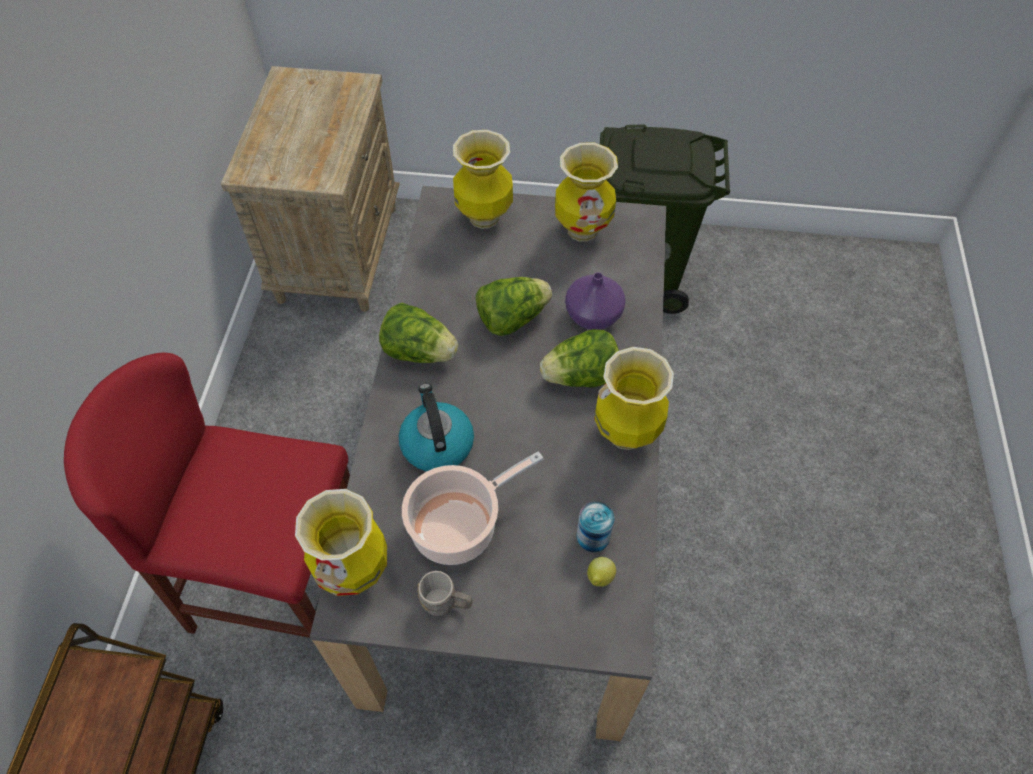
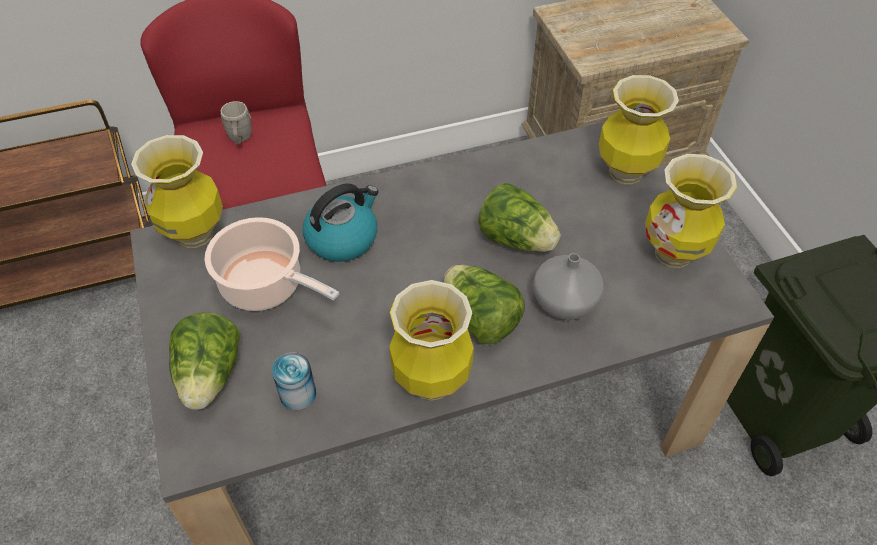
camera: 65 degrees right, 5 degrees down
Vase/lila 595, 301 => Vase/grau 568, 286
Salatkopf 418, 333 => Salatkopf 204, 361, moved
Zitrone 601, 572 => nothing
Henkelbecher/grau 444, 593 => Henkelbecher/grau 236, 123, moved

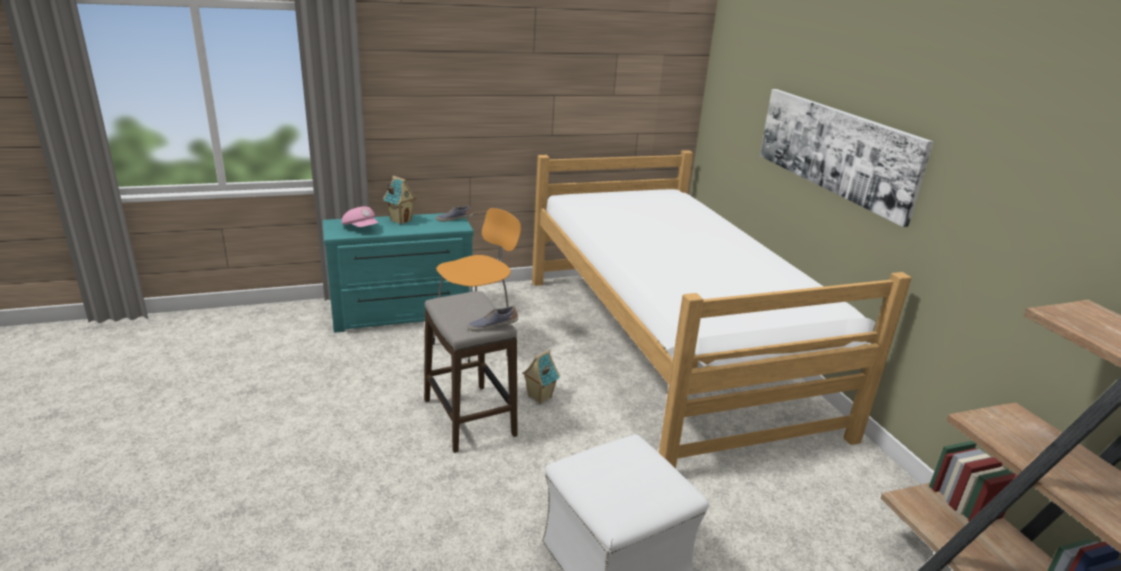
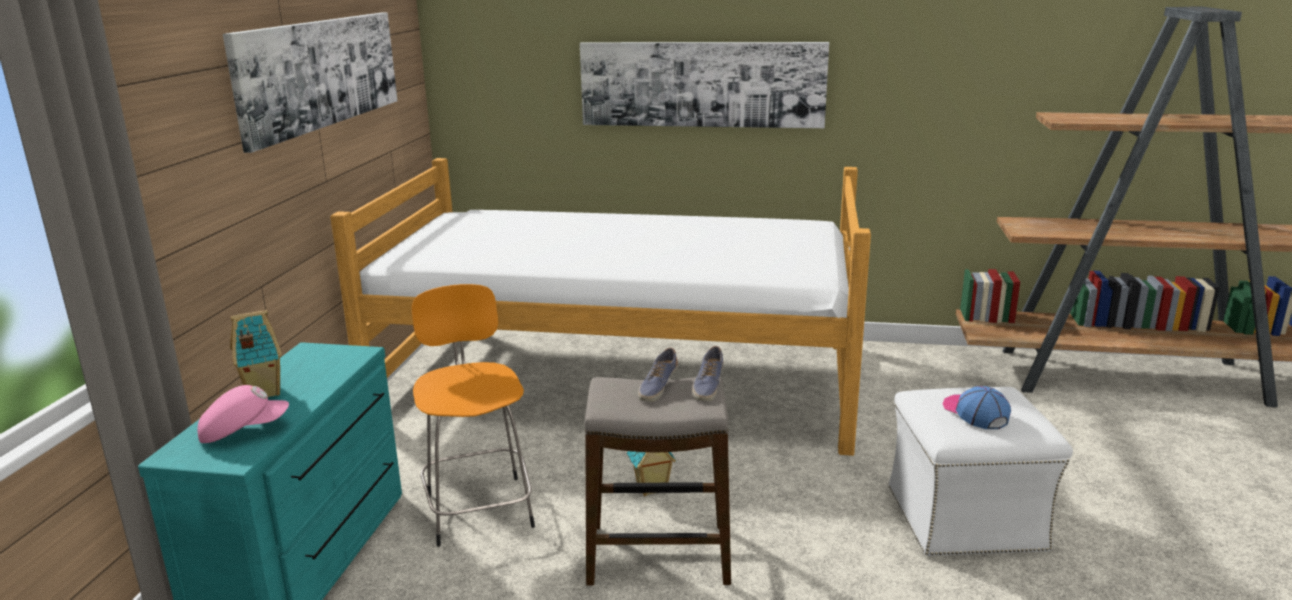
camera: 60 degrees left, 5 degrees down
Schuh 454, 213 => Schuh 658, 375, moved
nothing => Bild 310, 83
nothing => Kappe 977, 407

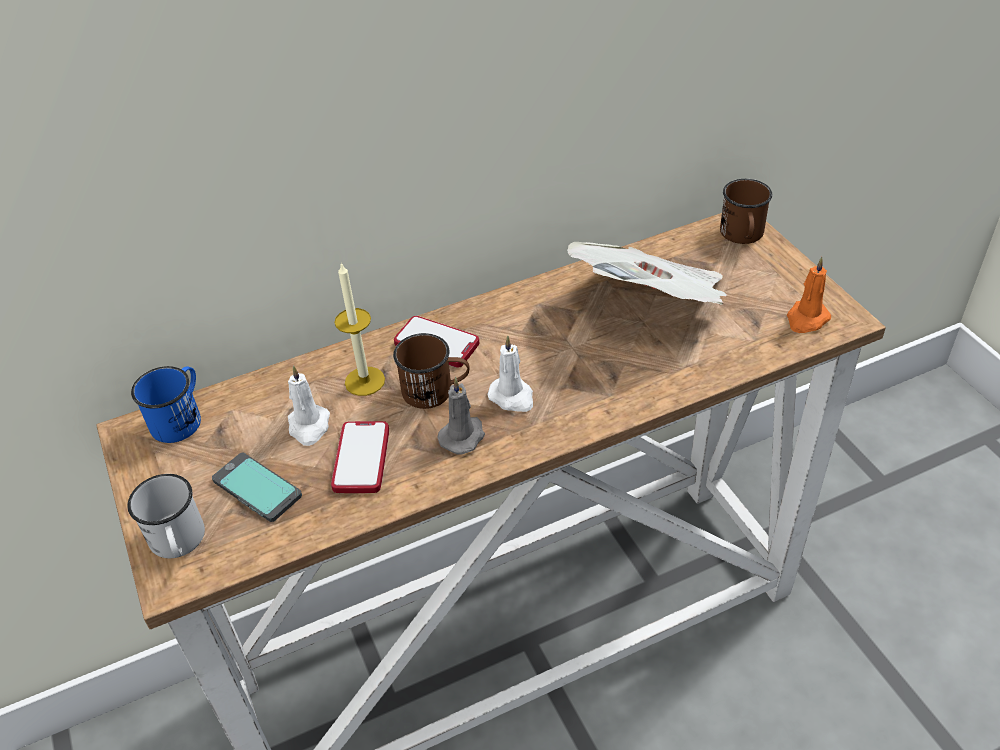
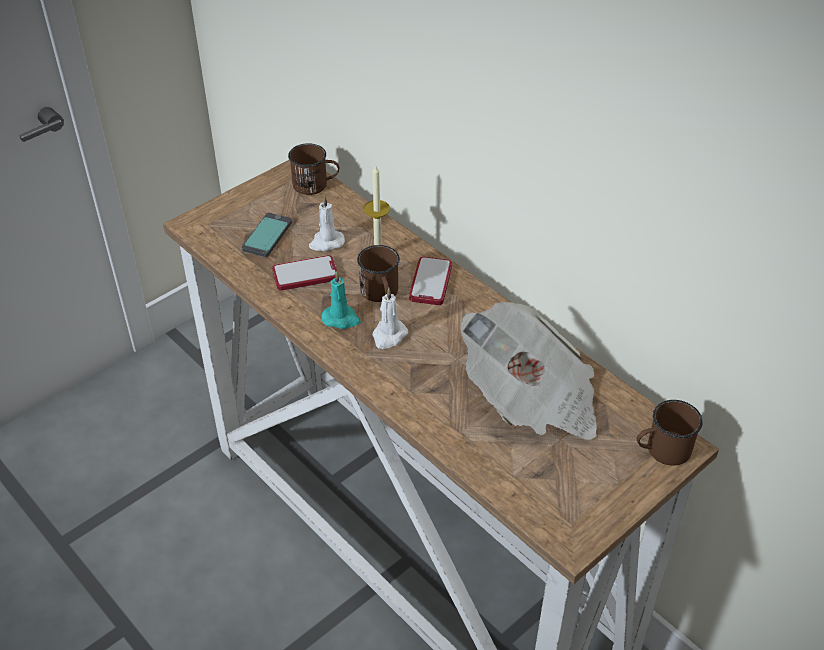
camera: 70 degrees right, 0 degrees up
Kerze/orange 809, 295 => nothing
Henkelbecher/blau 166, 404 => Henkelbecher/braun 313, 169
Kerze/grau 461, 415 => Kerze/türkis 341, 300
Henkelbecher/weiß 166, 516 => nothing

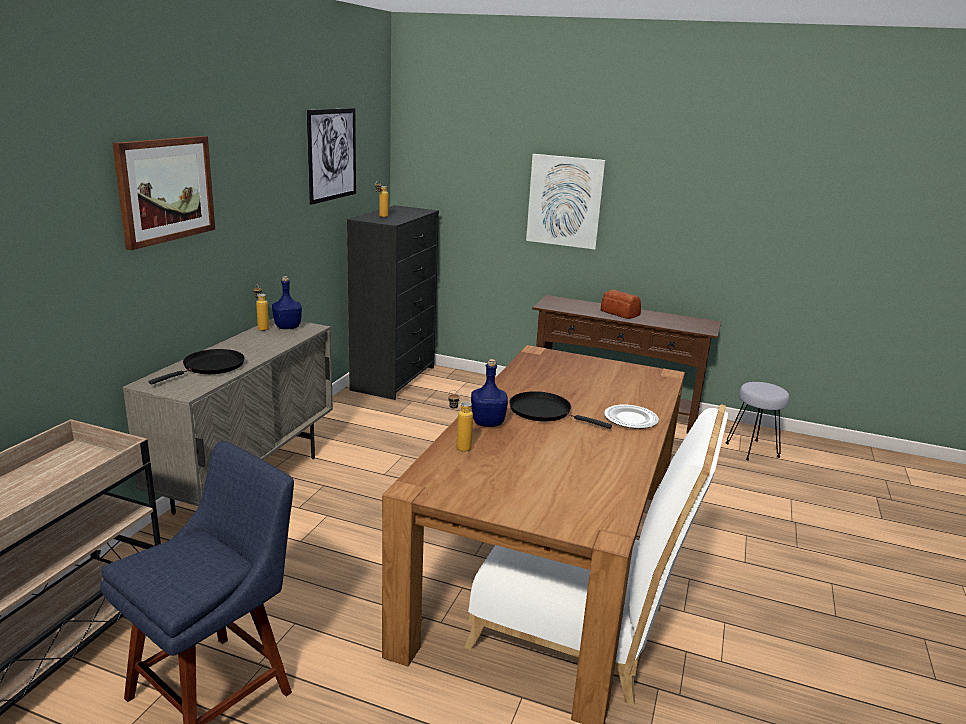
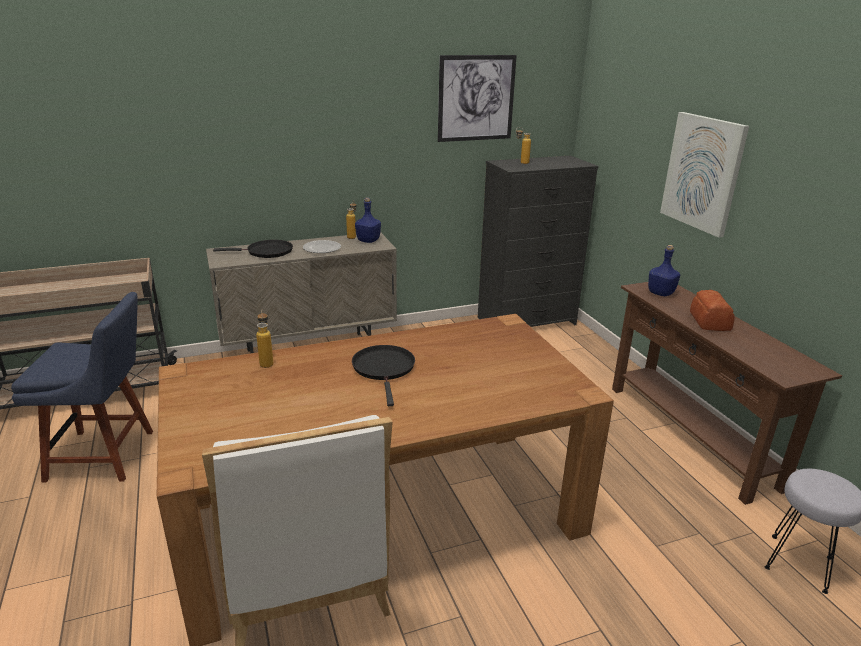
camera: 50 degrees right, 5 degrees up
Bild 163, 193 => nothing
Flasche/blau 489, 393 => Flasche/blau 664, 270, moved
Teller 631, 416 => Teller 322, 246, moved

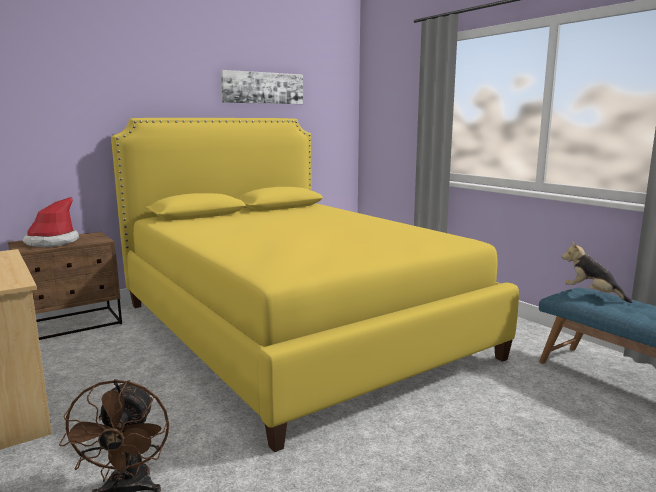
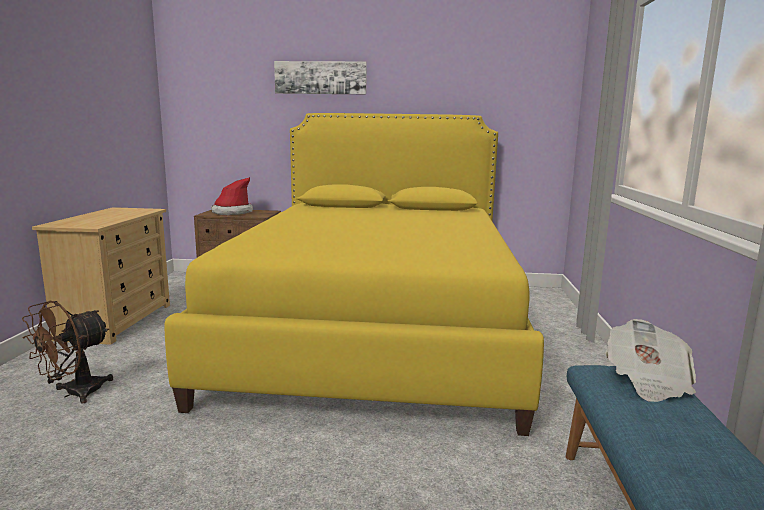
camera: 40 degrees right, 0 degrees up
Bild 262, 87 => Bild 320, 77, moved
Plüschtier 597, 272 => Zeitung 651, 360

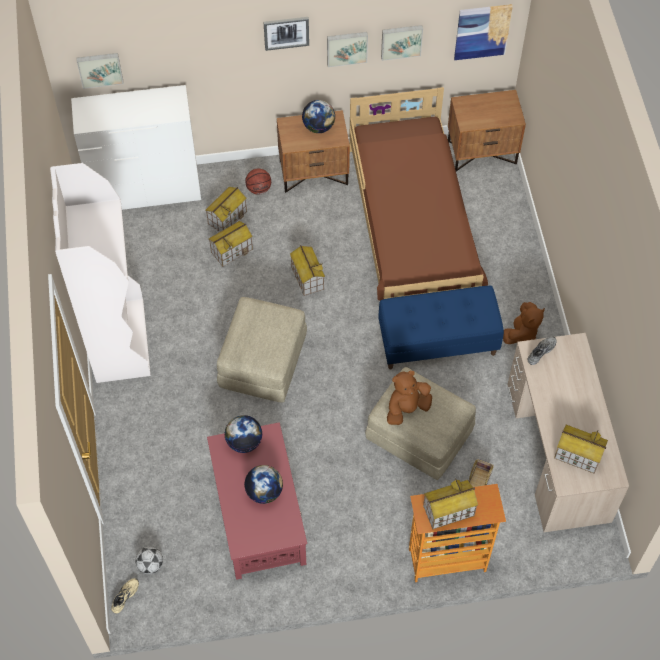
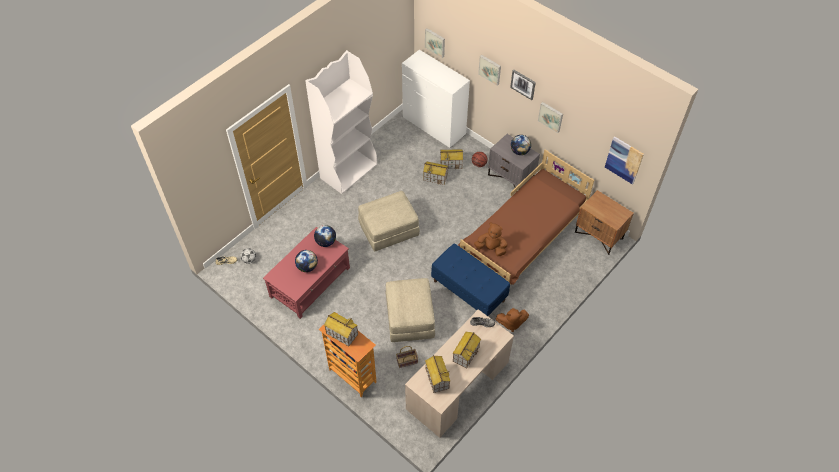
camera: 50 degrees right, 5 degrees down
Bild 402, 43 => Bild 489, 70, moved
Nachttisch/braun 313, 151 => Nachttisch/grau 514, 163
Spielzeughaus 307, 270 => Spielzeughaus 467, 350, moved
Plüschtier/braun 409, 398 => Plüschtier/braun 491, 239, moved

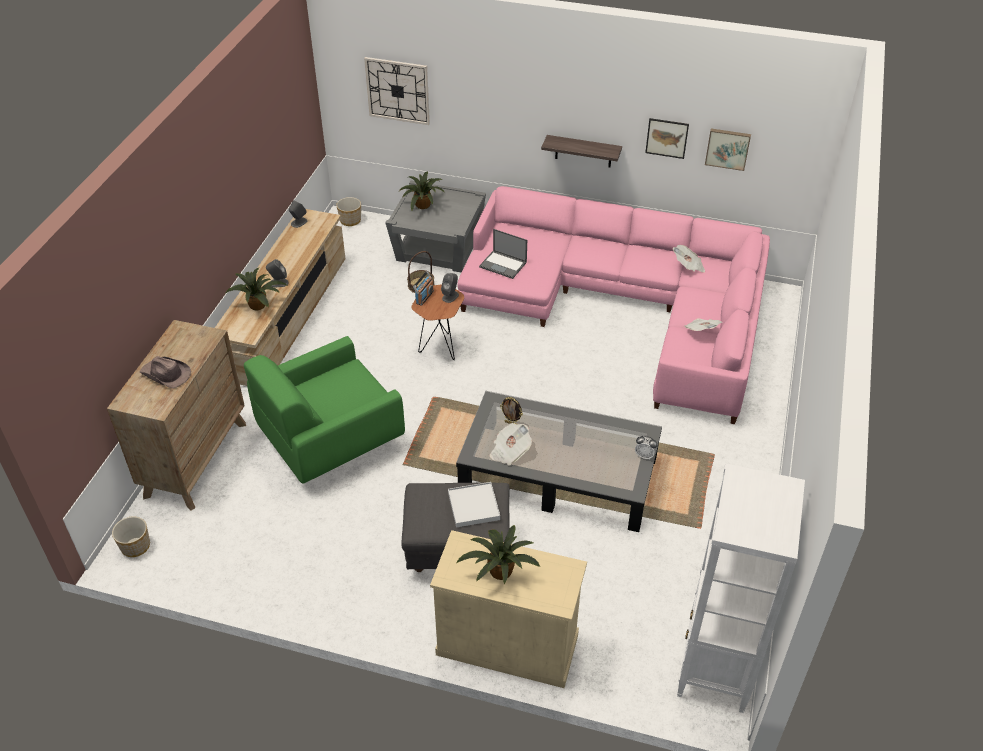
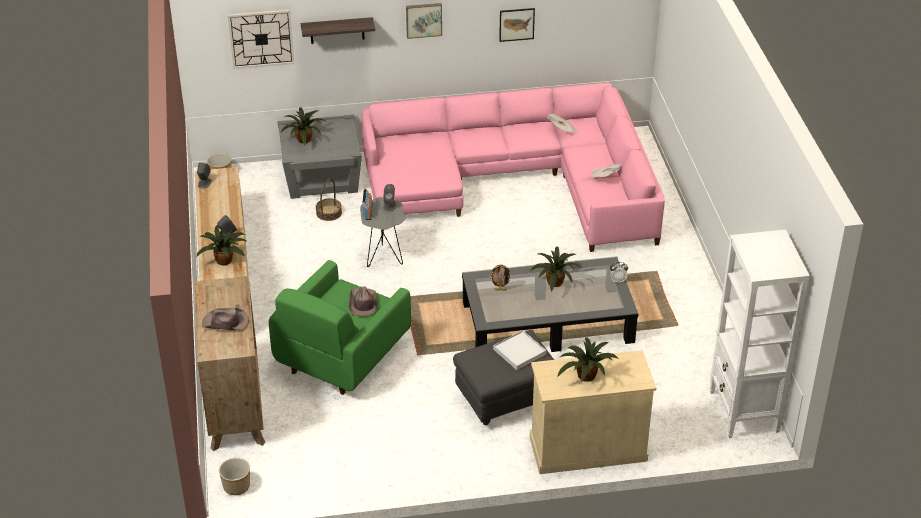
camera: 25 degrees left, 5 degrees down
Bild 728, 150 => Bild 424, 21, moved
Wandregal 581, 151 => Wandregal 338, 30, moved
Laptop 503, 254 => nothing
Beistelltisch/braun 438, 322 => Beistelltisch/grau 382, 232
Zeitung 510, 444 => nothing
nothing => Topfpflanze 555, 269
nothing => Hut/braun 363, 302

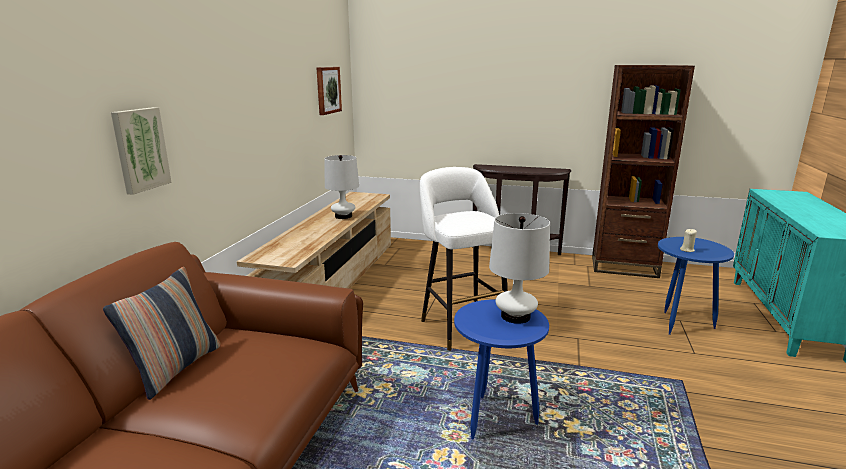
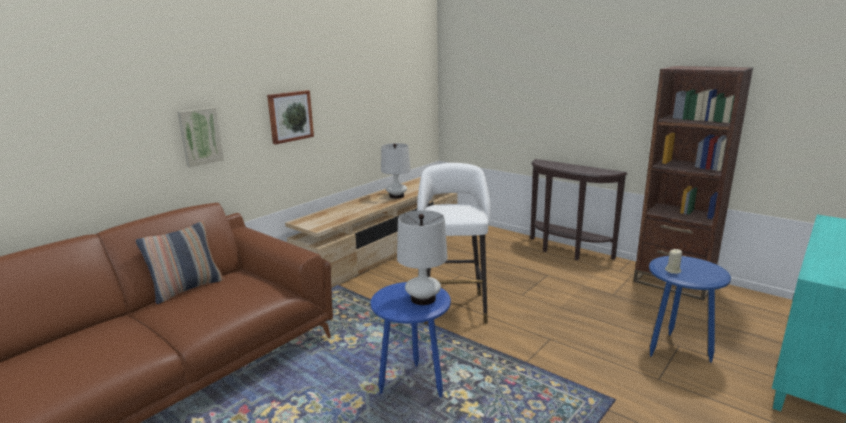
camera: 25 degrees right, 0 degrees up
Bild 329, 91 => Bild 290, 117, moved

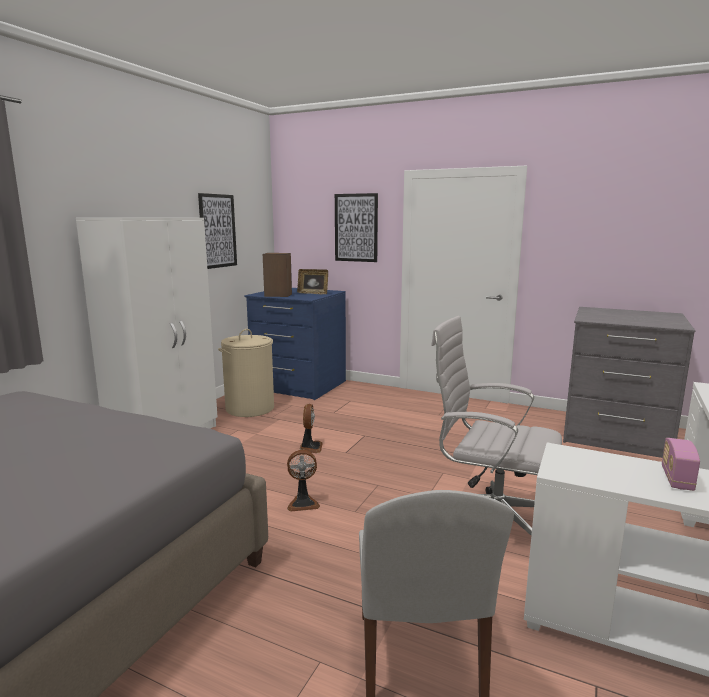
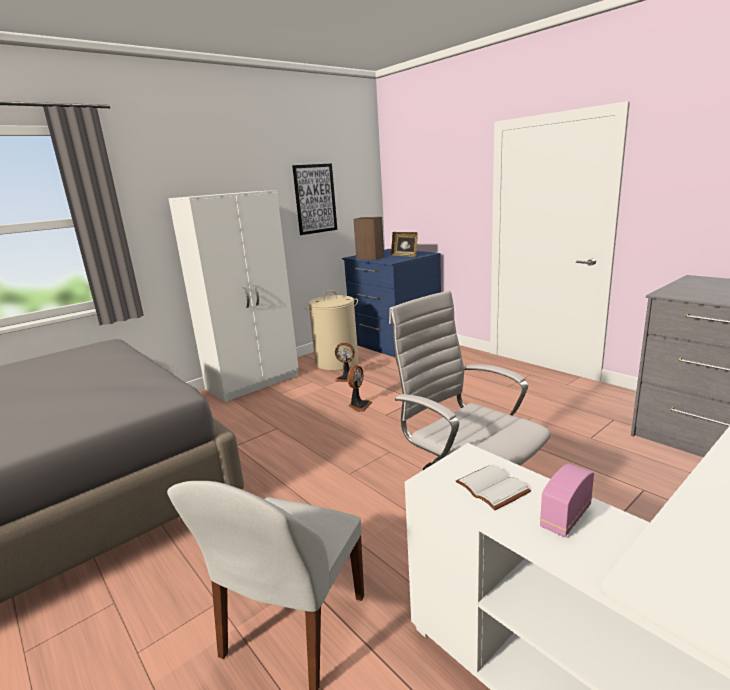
camera: 25 degrees right, 5 degrees up
Bild 356, 227 => nothing
Ventilator 303, 481 => Ventilator 345, 362, moved
nothing => Buch/weiß 493, 487

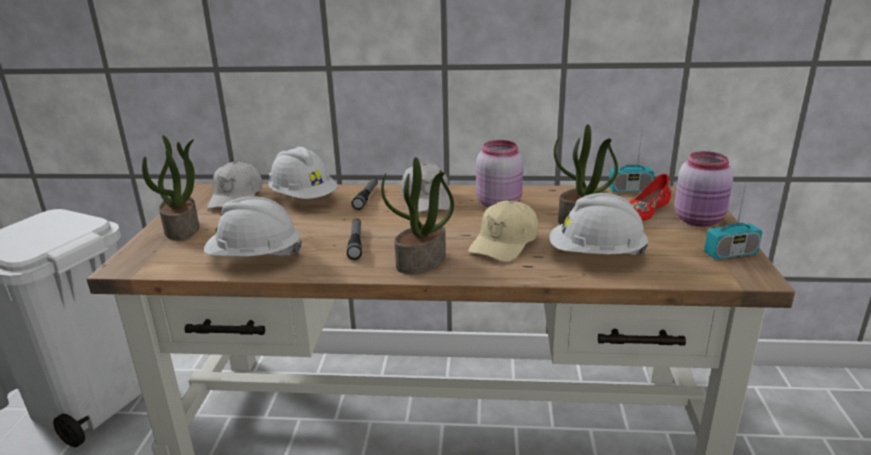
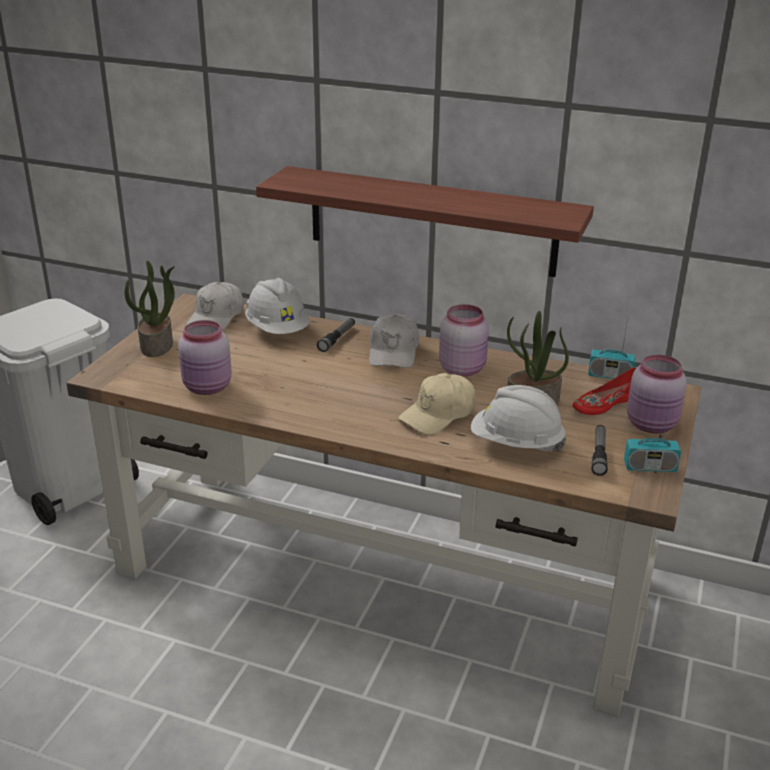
camera: 15 degrees right, 5 degrees up
Topfpflanze 417, 215 => nothing
Schutzhelm/weiß 253, 226 => Vorratsglas/rosa 205, 357
Taschenlampe 354, 239 => Taschenlampe 600, 450, moved
nothing => Wandregal 425, 221

